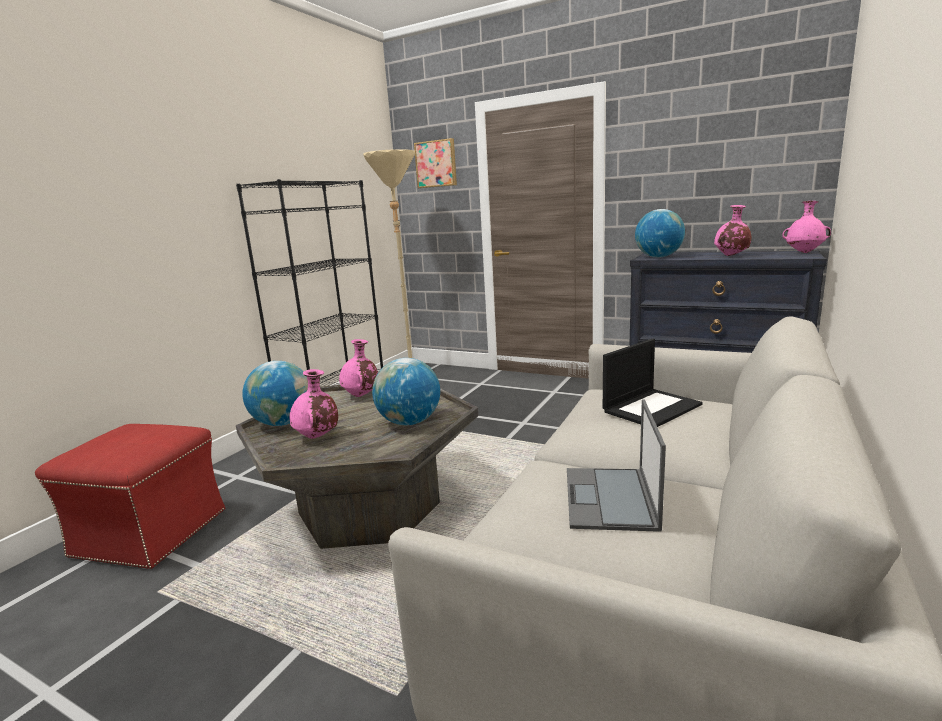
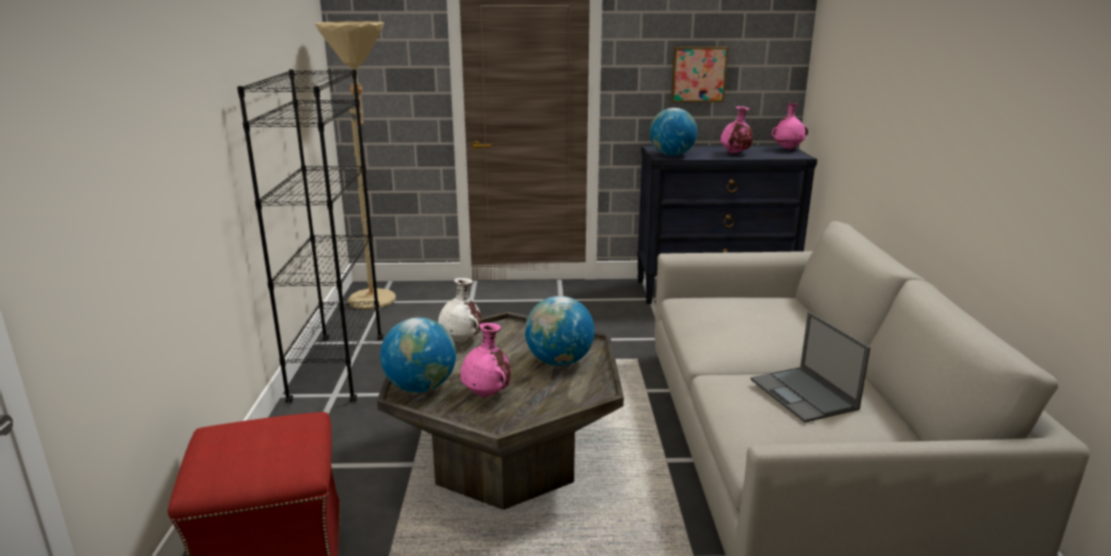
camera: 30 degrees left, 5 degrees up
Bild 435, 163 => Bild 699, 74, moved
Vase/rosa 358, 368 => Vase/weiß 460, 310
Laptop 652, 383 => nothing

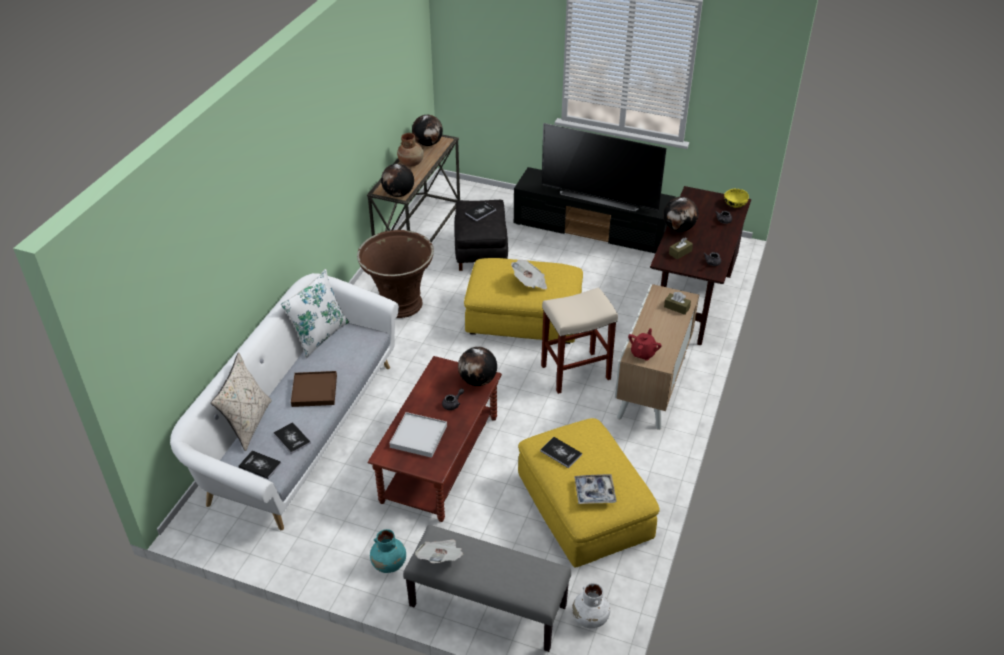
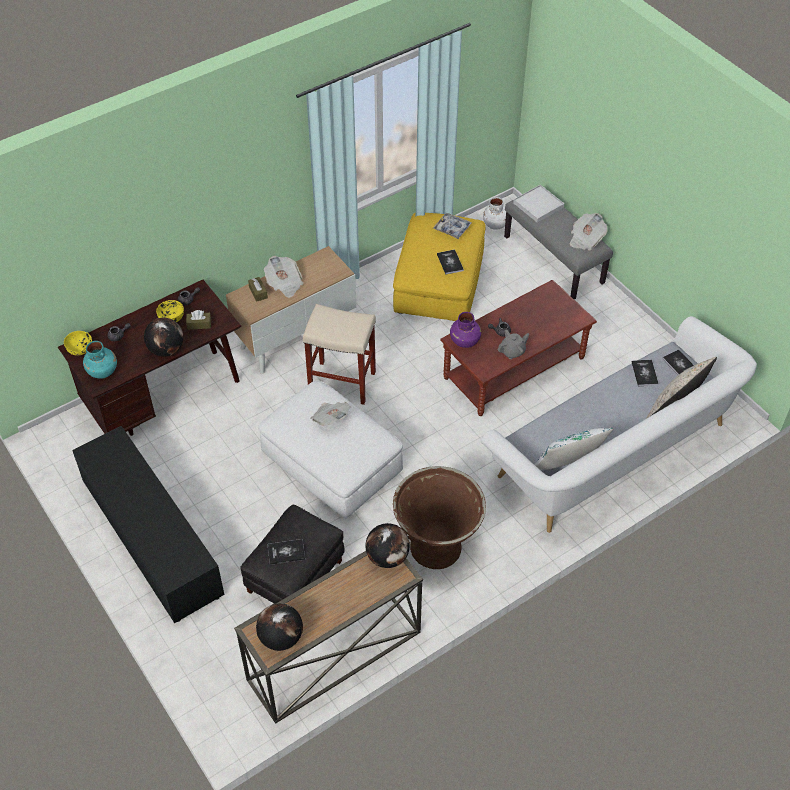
camera: 145 degrees left, 10 degrees up
Fernseher 604, 167 => nothing
Vase/braun 410, 150 => nothing
Polsterhocker/gelb 523, 301 => Polsterhocker/weiß 330, 449
Teekanne/rot 645, 344 => nothing
Globus 477, 366 => Vase/lila 465, 330
Tablett/braun 314, 389 => nothing
Tablett/weiß 418, 435 => Tablett/weiß 538, 204, moved
Vase/türkis 388, 551 => Vase/türkis 100, 359, moved
nothing => Zeitung 284, 277
nothing => Schüssel/gelb 170, 311
nothing => Teekanne/grau 513, 344

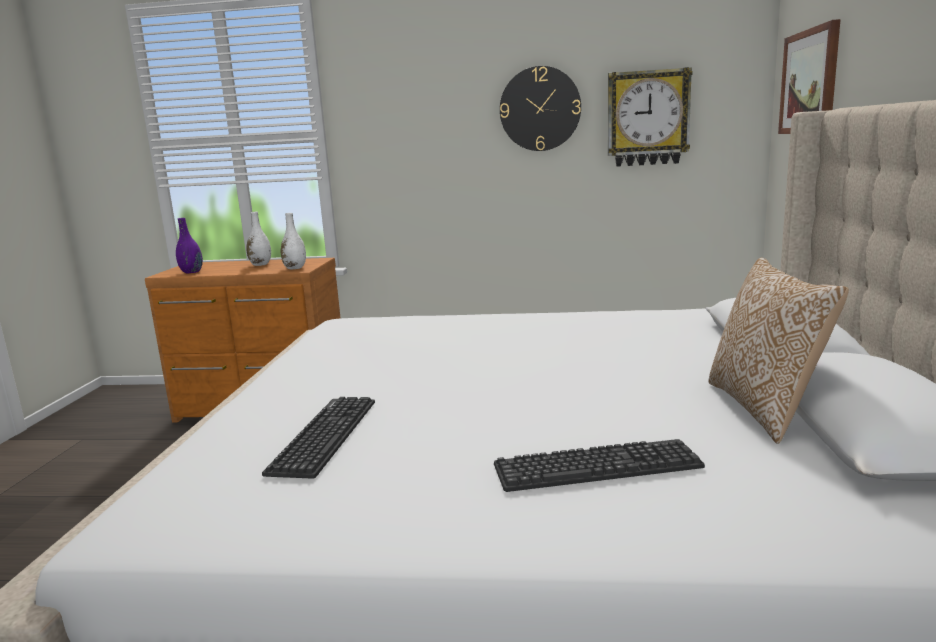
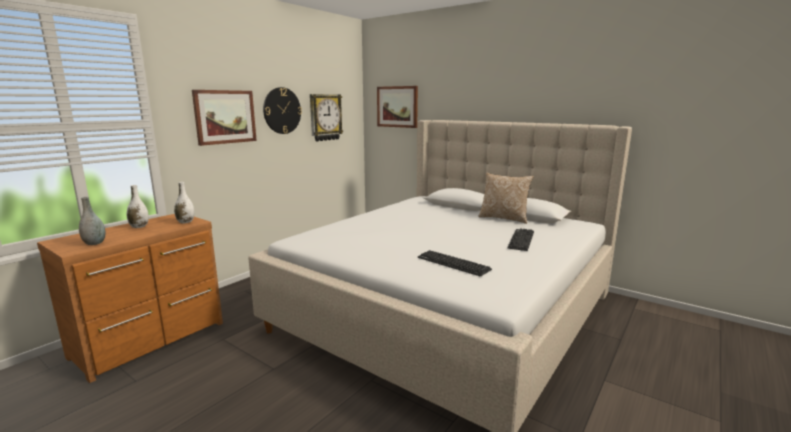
camera: 60 degrees left, 0 degrees up
Vase/lila 189, 245 => Vase/grau 92, 221
nothing => Bild 224, 118

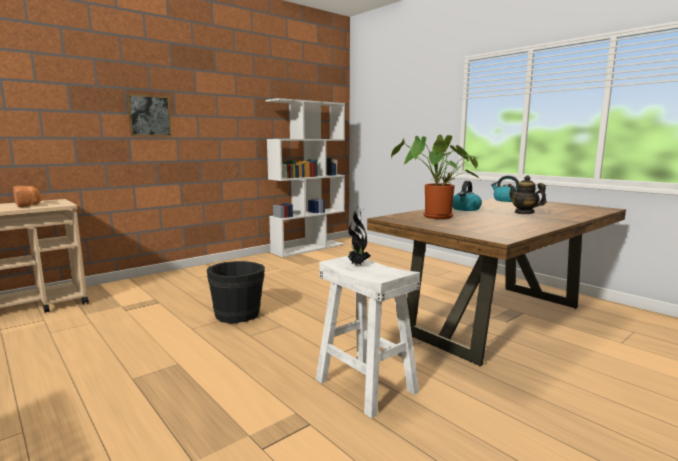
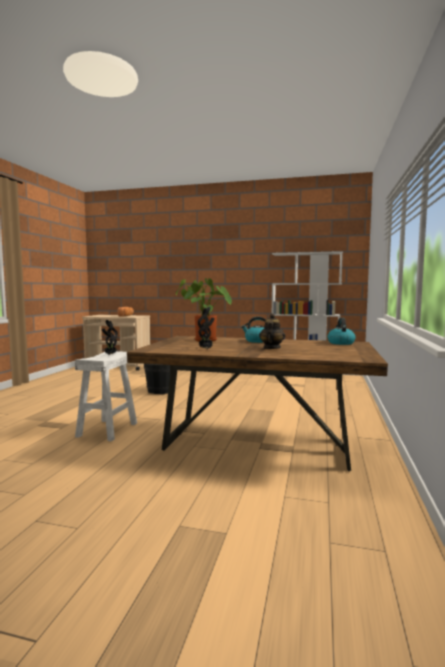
camera: 55 degrees right, 5 degrees down
Bild 149, 115 => nothing
nothing => Topfpflanze 206, 328

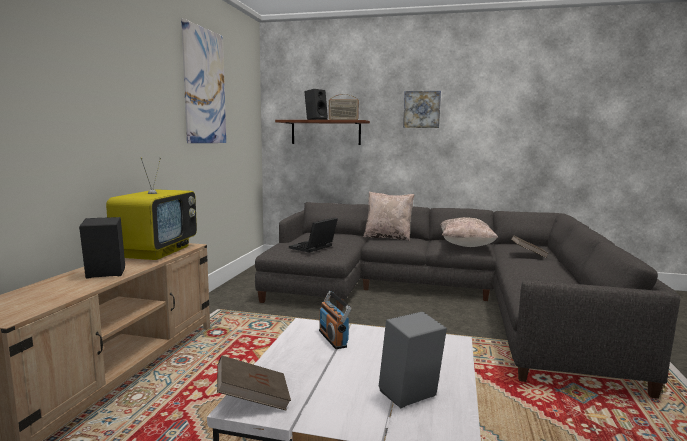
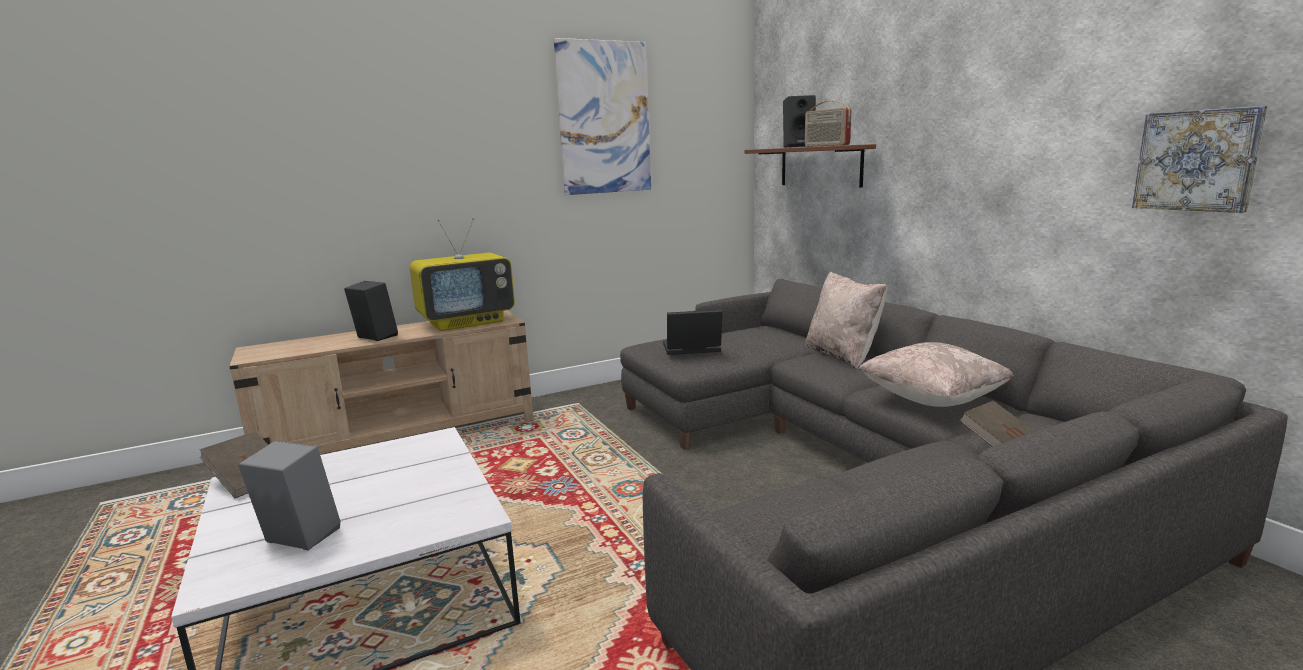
camera: 50 degrees right, 5 degrees up
Bild 422, 109 => Bild 1199, 159, moved
Radio 335, 320 => nothing

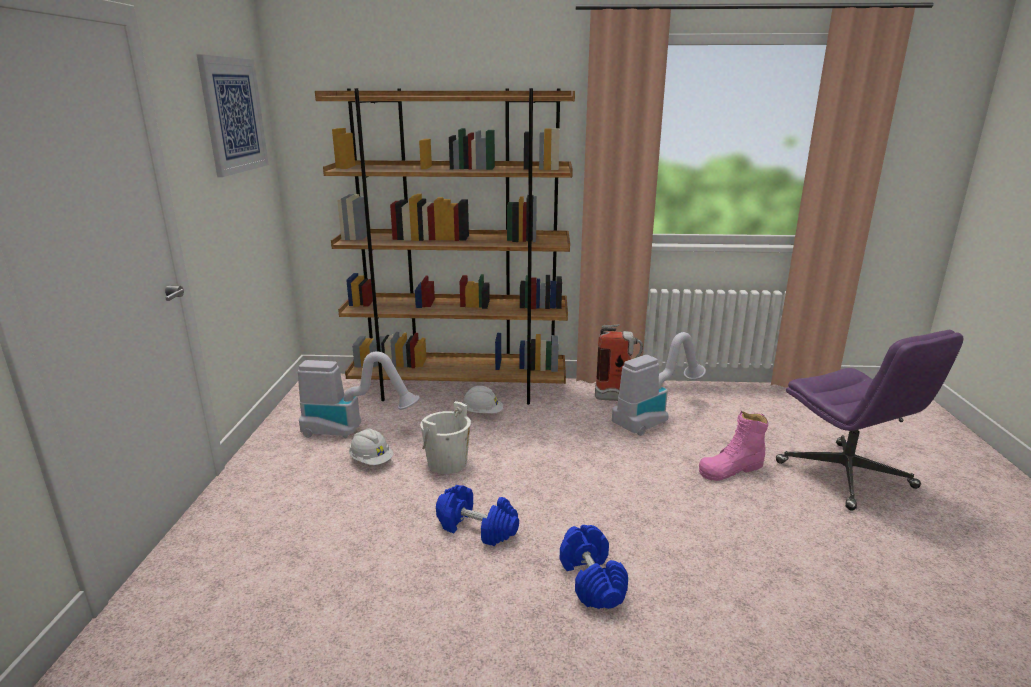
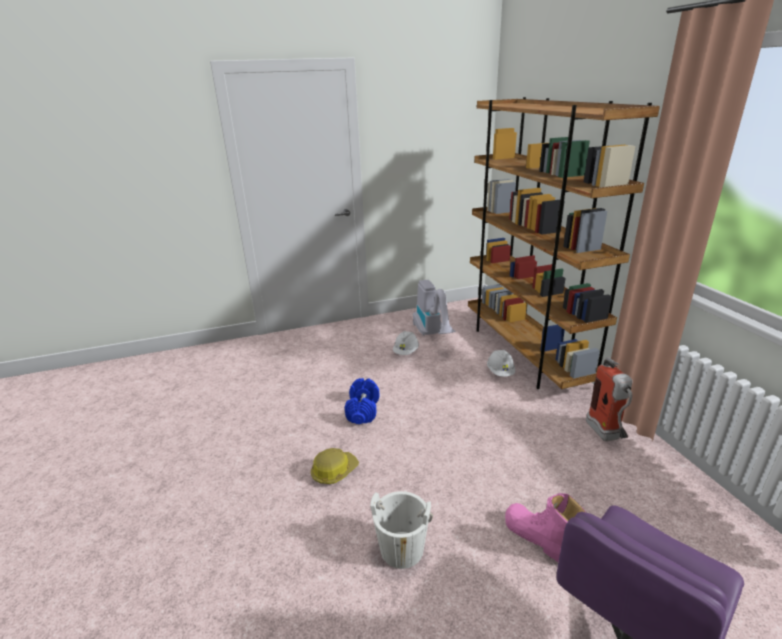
camera: 70 degrees right, 5 degrees up
Bild 233, 115 => nothing
Staubsauger 659, 384 => nothing
Eimer/weiß 445, 437 => Eimer/weiß 401, 530, moved
Hantel/blau 594, 567 => Schutzhelm 335, 466

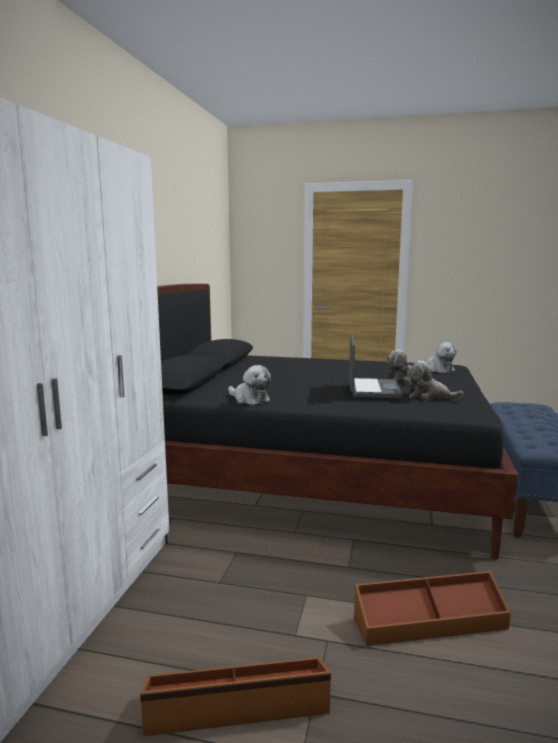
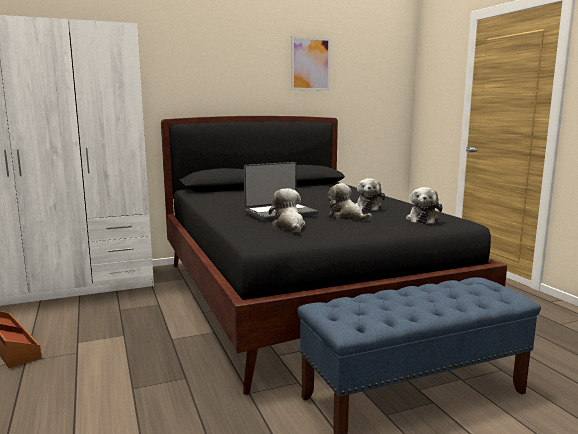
camera: 55 degrees right, 0 degrees up
Plüschtier 249, 385 => Plüschtier 370, 194, moved
Aufbewahrungsbox/braun 432, 608 => nothing
nothing => Bild 311, 63

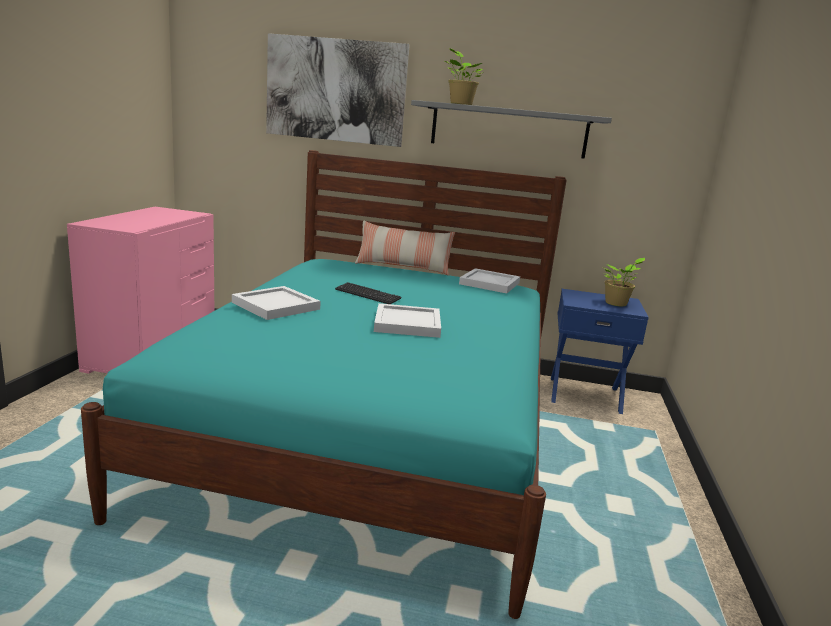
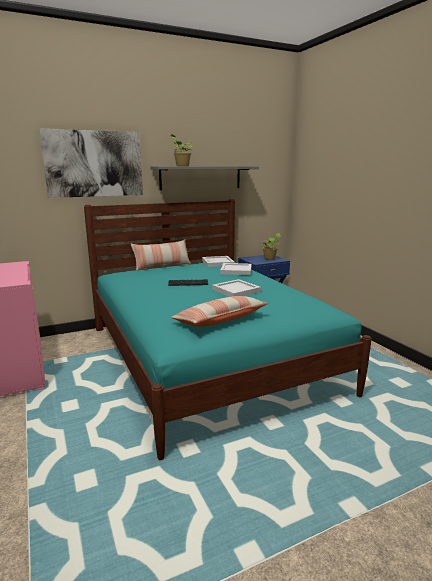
camera: 35 degrees left, 0 degrees up
Tablett/weiß 276, 303 => Tablett/weiß 236, 269, moved
nothing => Kissen 219, 311

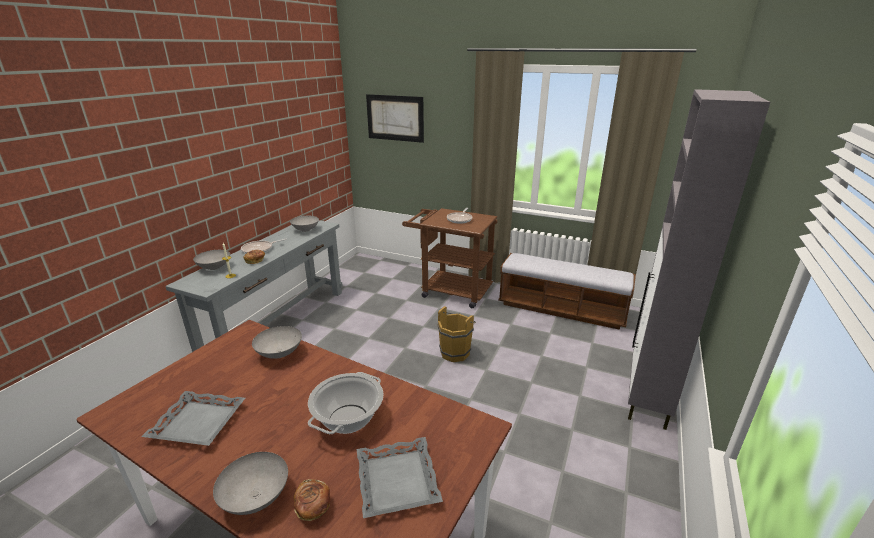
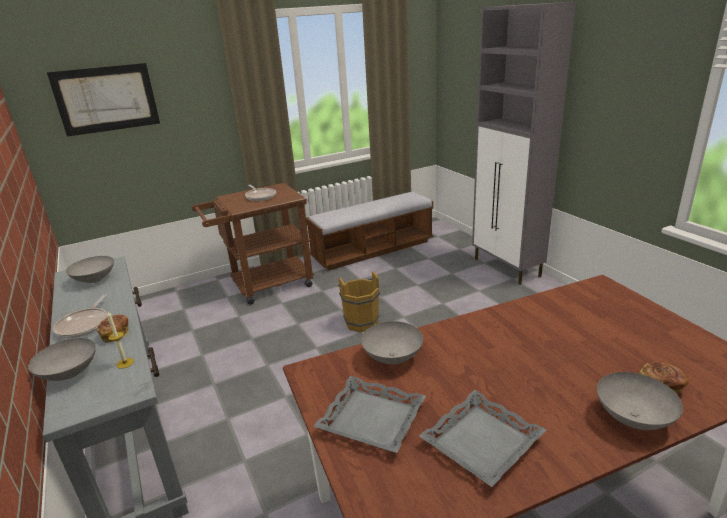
camera: 50 degrees left, 0 degrees up
Kochtopf 346, 403 => nothing
Tablett/grau 400, 477 => Tablett/grau 369, 414, moved

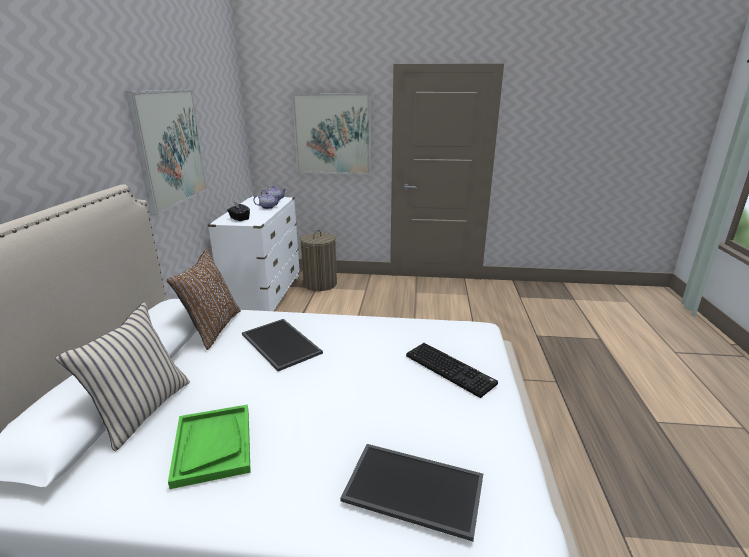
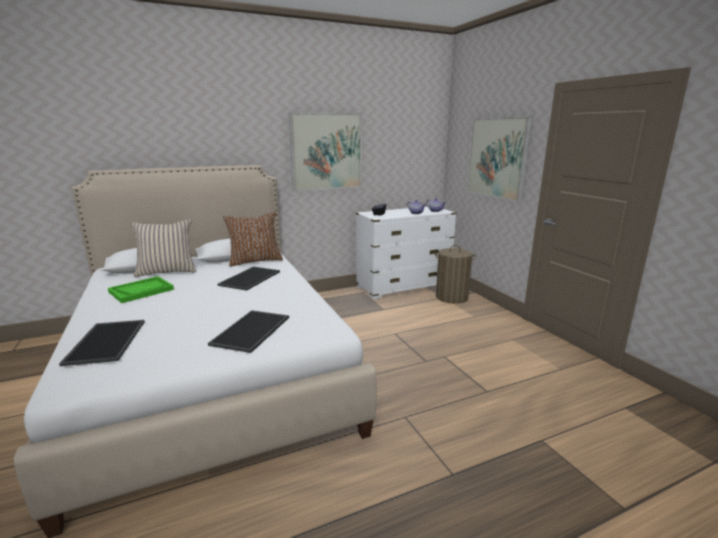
camera: 60 degrees right, 5 degrees down
Tastatur 452, 370 => Tablett 248, 331

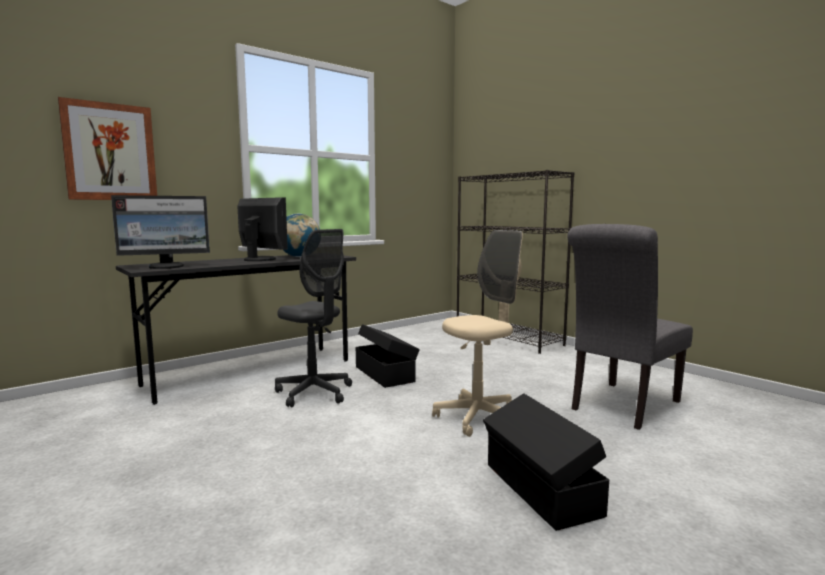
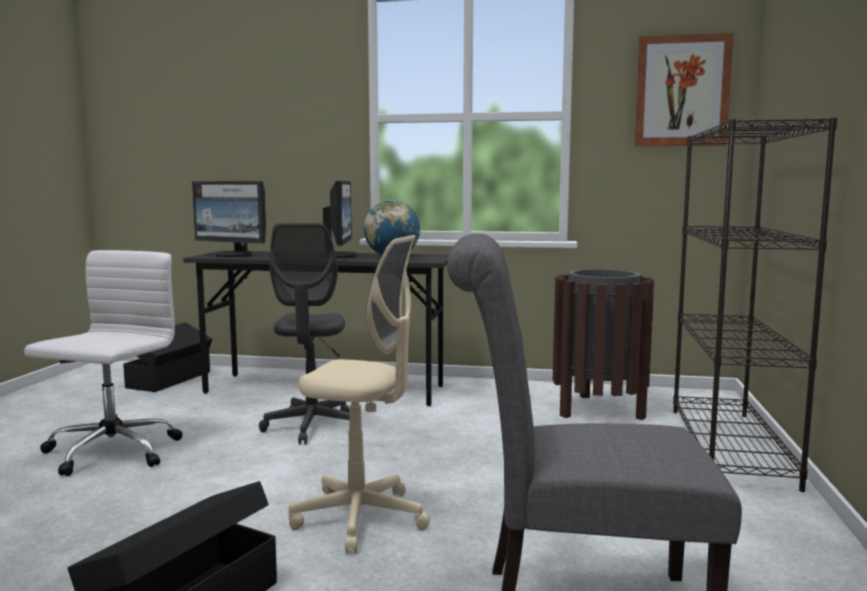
camera: 50 degrees right, 0 degrees up
Bild 107, 148 => Bild 684, 89, moved
Aufbewahrungsbox/schwarz 388, 356 => Aufbewahrungsbox/schwarz 167, 357, moved
nothing => Bürostuhl/weiß 103, 363
nothing => Mülleimer/braun 603, 344

